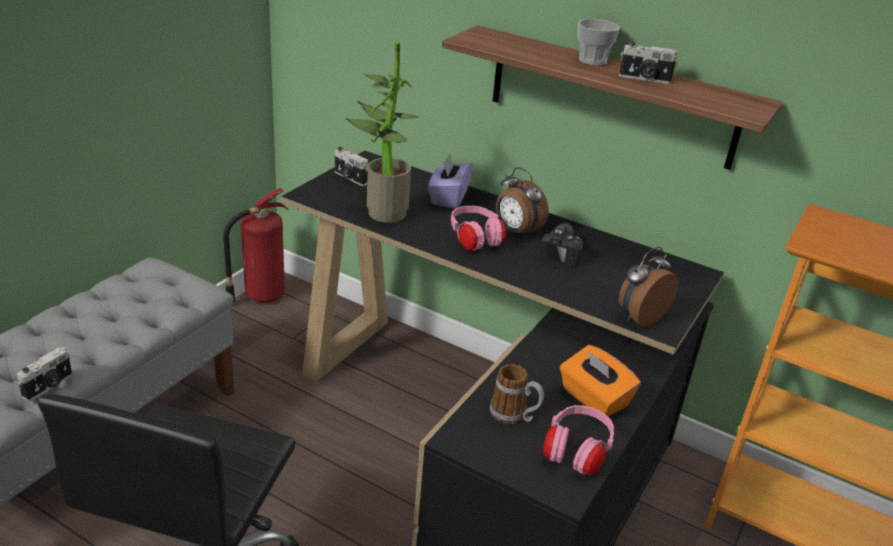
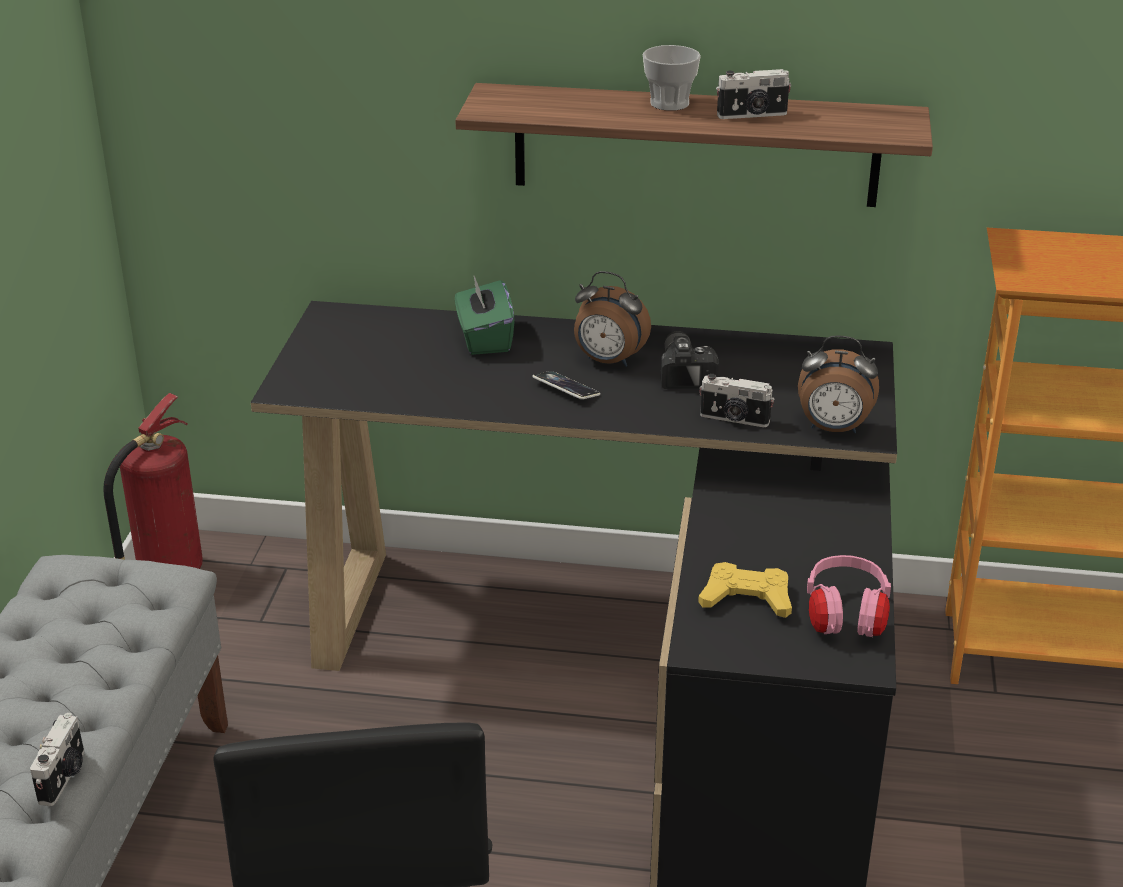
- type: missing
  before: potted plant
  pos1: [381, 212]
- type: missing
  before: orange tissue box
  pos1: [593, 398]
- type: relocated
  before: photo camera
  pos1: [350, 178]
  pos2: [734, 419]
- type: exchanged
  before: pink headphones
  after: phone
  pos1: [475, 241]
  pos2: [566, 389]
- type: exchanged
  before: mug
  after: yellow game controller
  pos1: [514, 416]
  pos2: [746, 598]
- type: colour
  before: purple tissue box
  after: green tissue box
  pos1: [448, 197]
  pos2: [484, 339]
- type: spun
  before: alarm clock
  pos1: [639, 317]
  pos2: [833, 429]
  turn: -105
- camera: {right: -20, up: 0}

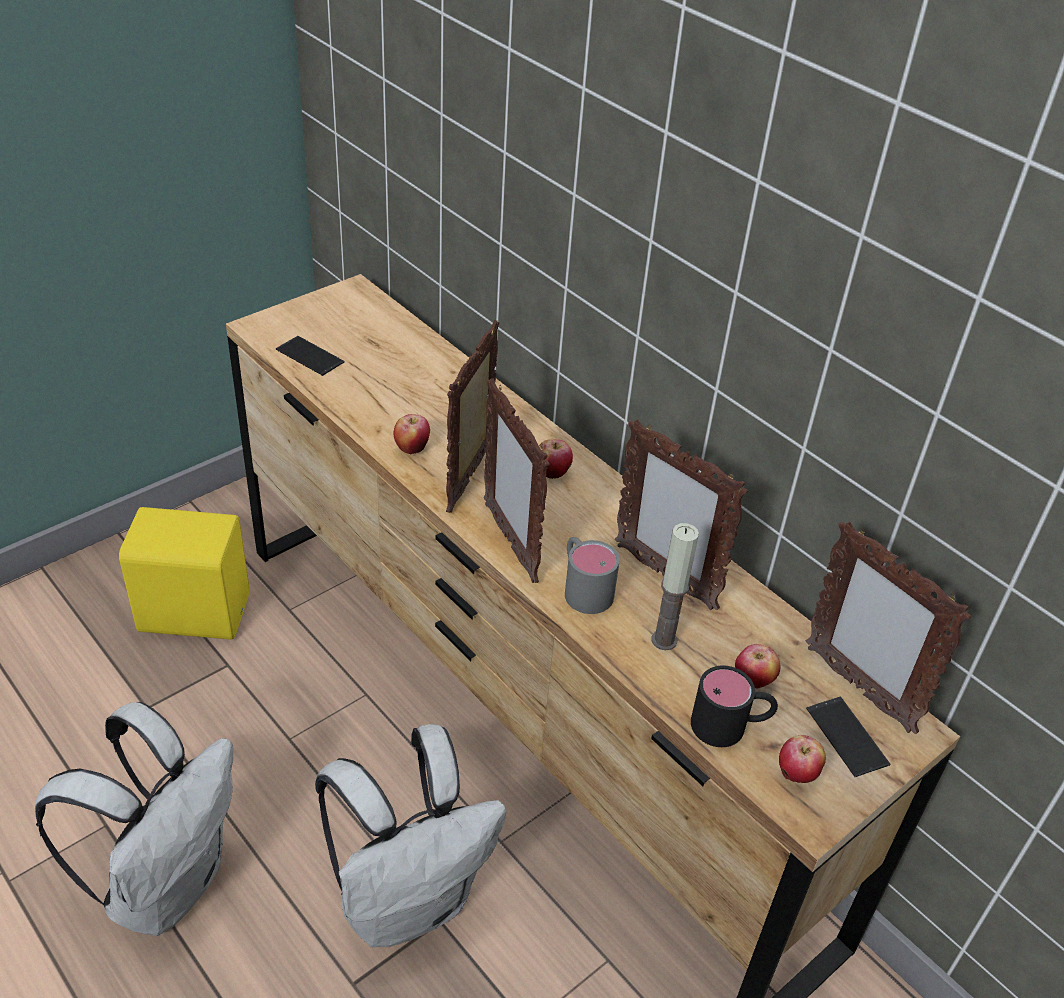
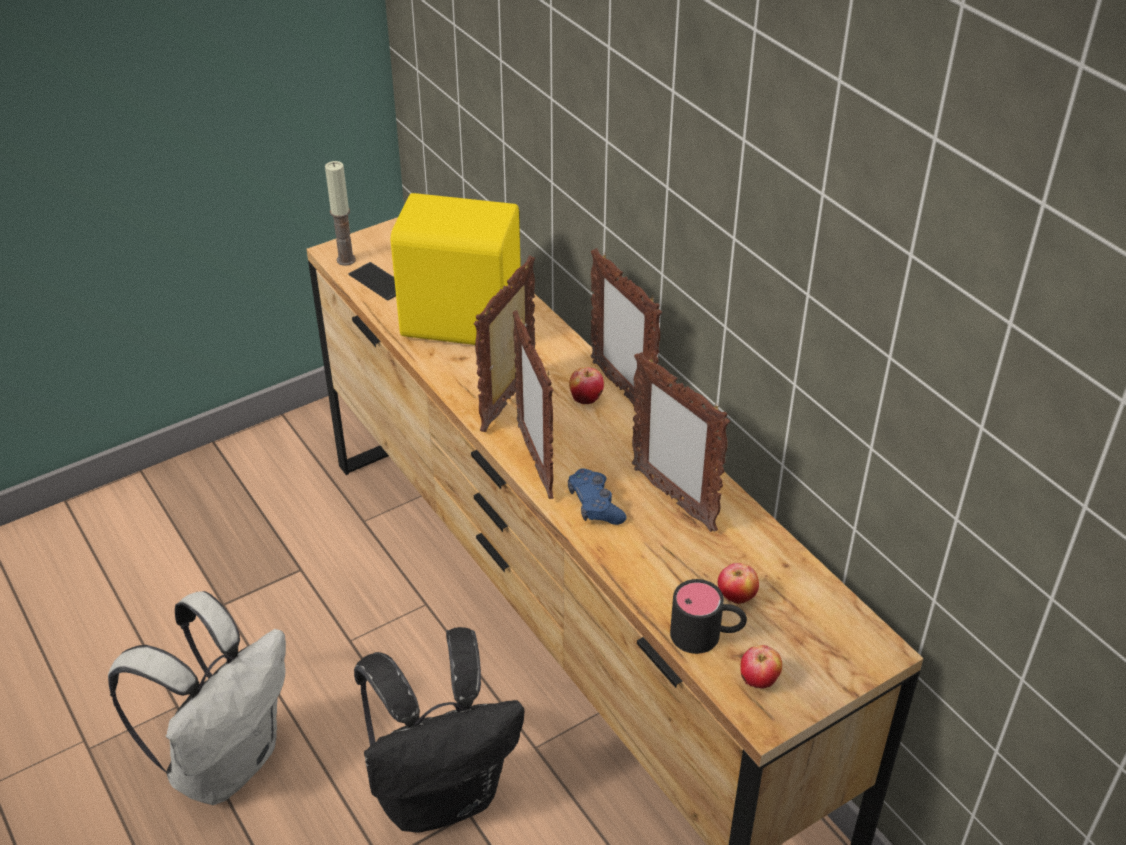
- type: missing
  before: apple
  pos1: [412, 448]
- type: missing
  before: phone
  pos1: [847, 736]
- type: relocated
  before: yellow speaker
  pos1: [193, 611]
  pos2: [460, 321]
- type: relocated
  before: candle
  pos1: [664, 640]
  pos2: [346, 260]
- type: relocated
  before: picture frame
  pos1: [857, 688]
  pos2: [621, 390]
- type: exchanged
  before: grey mug
  after: blue game controller
  pos1: [583, 587]
  pos2: [595, 505]
- type: colour
  before: white backpack
  after: black backpack
  pos1: [408, 901]
  pos2: [442, 794]
- camera: {right: 10, up: 0}

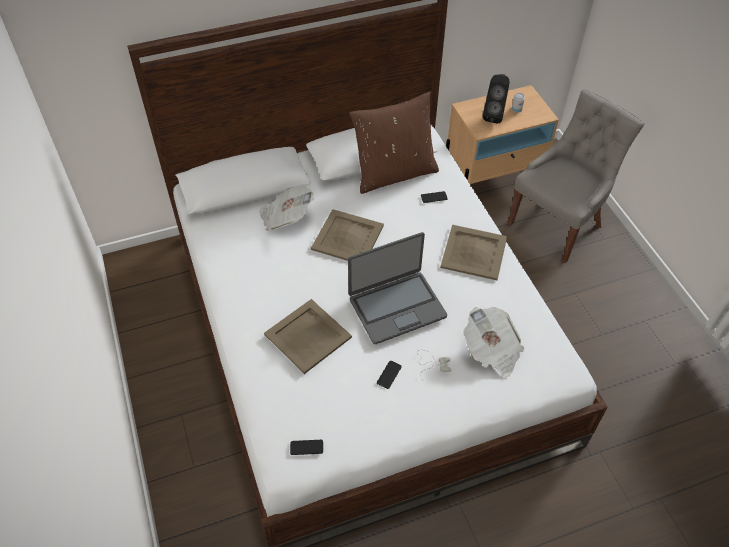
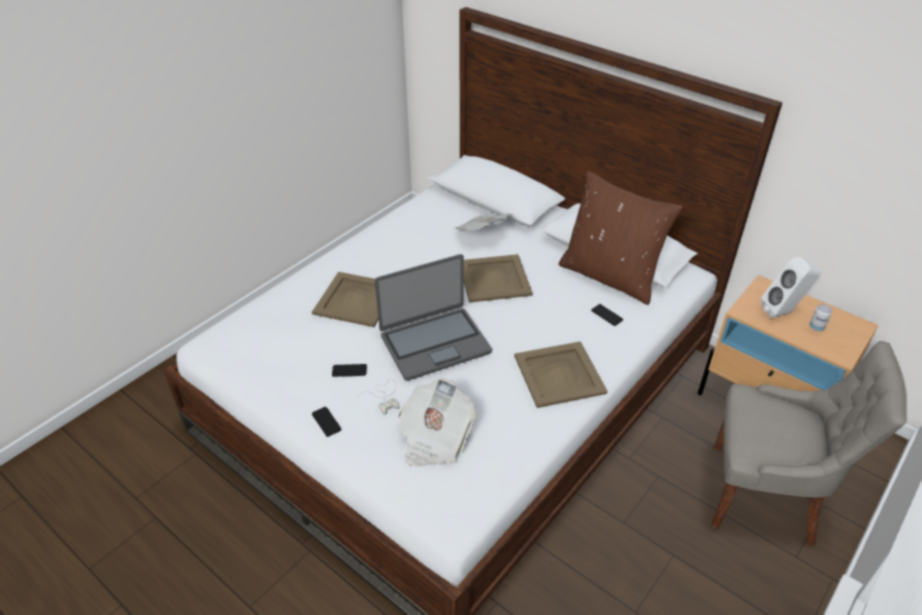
- type: relocated
  before: phone
  pos1: [306, 447]
  pos2: [326, 422]
- type: colour
  before: black speaker
  after: white speaker
  pos1: [494, 115]
  pos2: [783, 312]
- type: spun
  before: laptop
  pos1: [396, 307]
  pos2: [434, 343]
  turn: -60
- camera: {right: 60, up: -10}

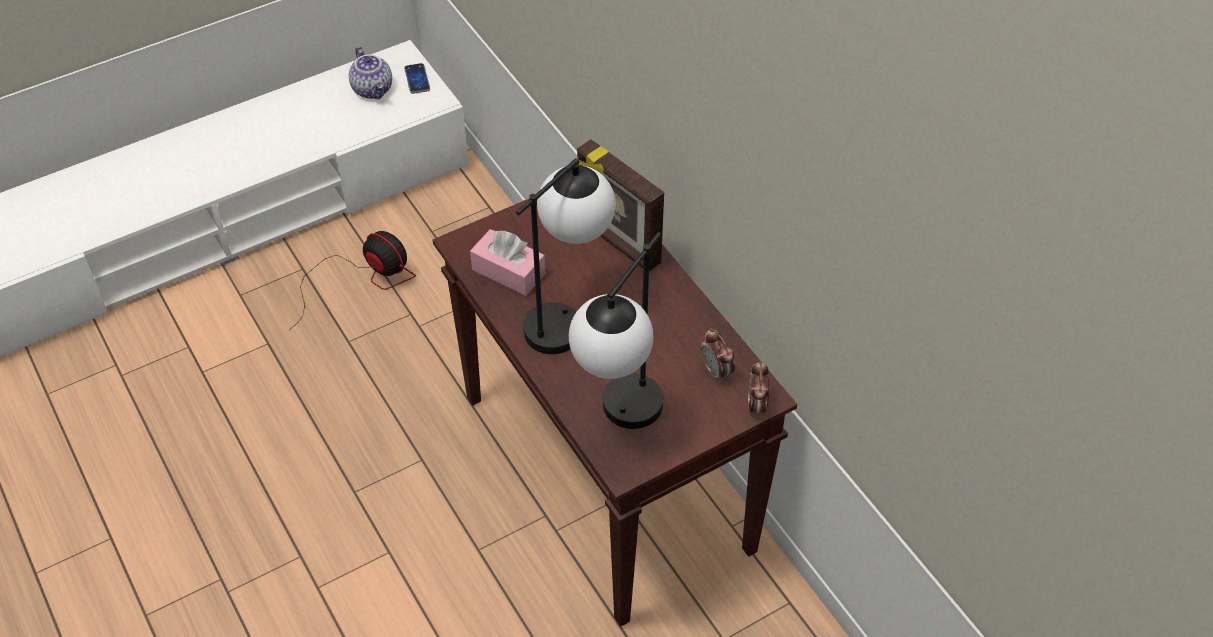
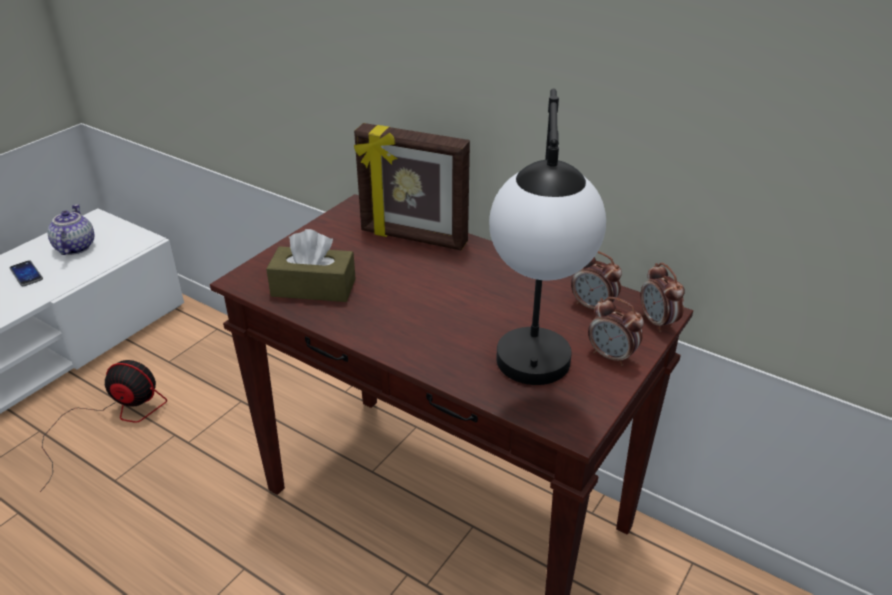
- type: missing
  before: table lamp
  pos1: [567, 316]
- type: appeared
  after: alarm clock
  pos2: [611, 356]
- type: relocated
  before: phone
  pos1: [417, 79]
  pos2: [26, 274]
- type: colour
  before: pink tissue box
  after: brown tissue box
  pos1: [508, 272]
  pos2: [313, 287]
- type: spun
  before: teapot
  pos1: [373, 89]
  pos2: [74, 247]
  turn: -135
- camera: {right: -25, up: -15}

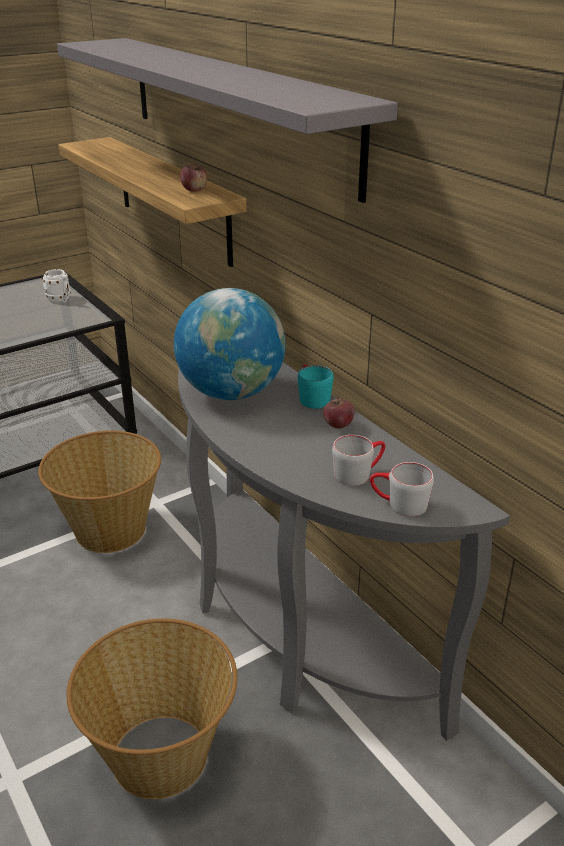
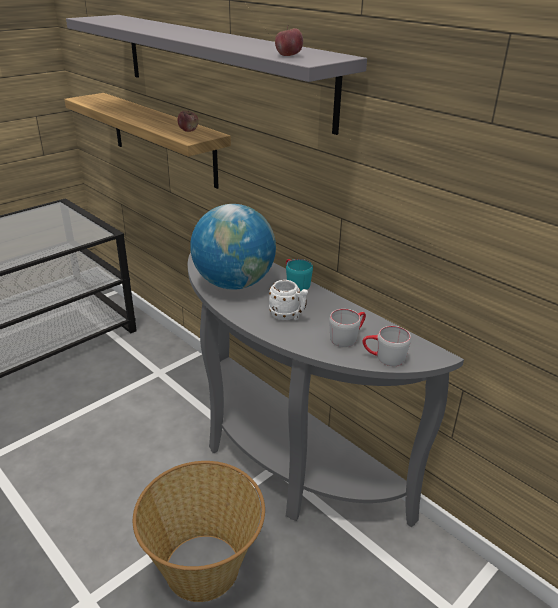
- type: missing
  before: basket
  pos1: [110, 529]
- type: relocated
  before: white mug
  pos1: [61, 300]
  pos2: [288, 316]
- type: relocated
  before: apple
  pos1: [338, 425]
  pos2: [288, 56]
- camera: {right: -10, up: 0}

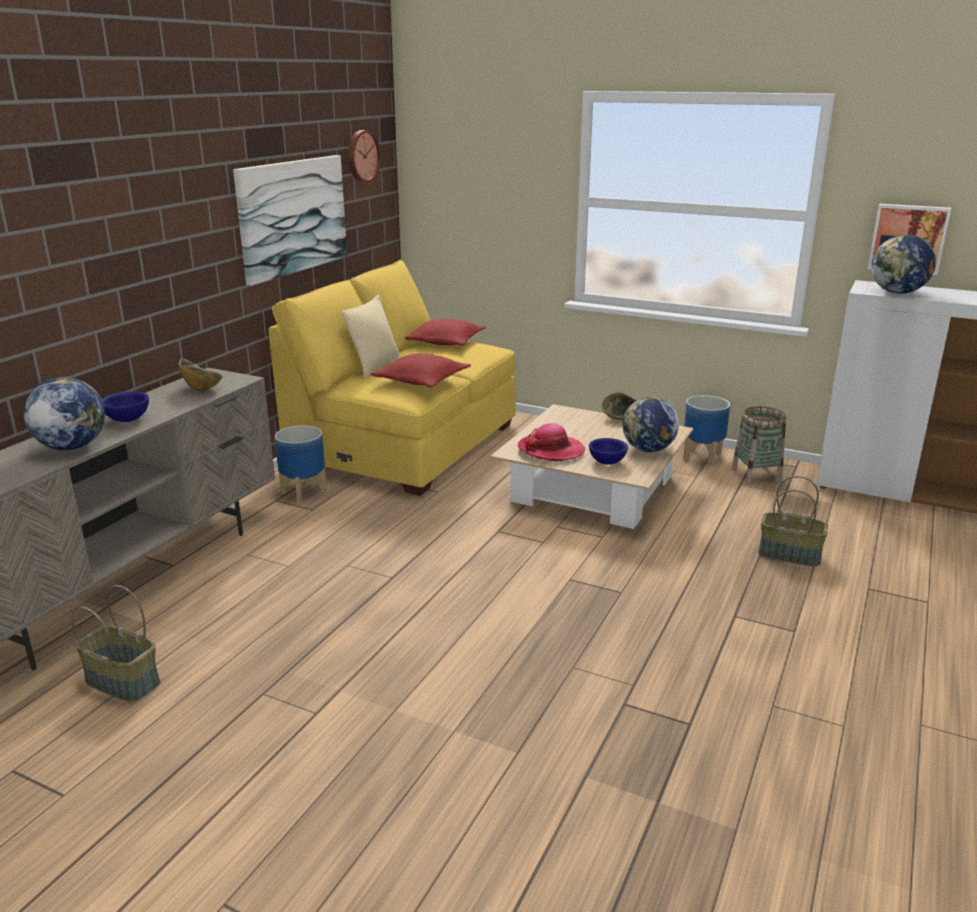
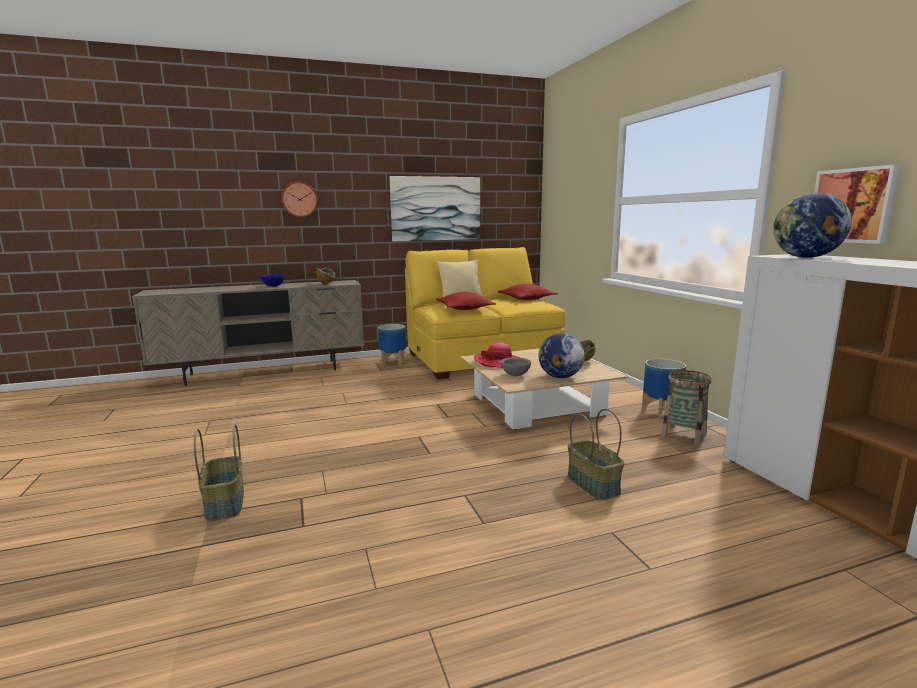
- type: missing
  before: globe
  pos1: [71, 447]
- type: relocated
  before: basket
  pos1: [124, 681]
  pos2: [226, 503]
- type: relocated
  before: wall clock
  pos1: [361, 156]
  pos2: [299, 199]
- type: colour
  before: blue bowl
  after: grey bowl
  pos1: [607, 462]
  pos2: [516, 375]
- camera: {right: 45, up: -10}

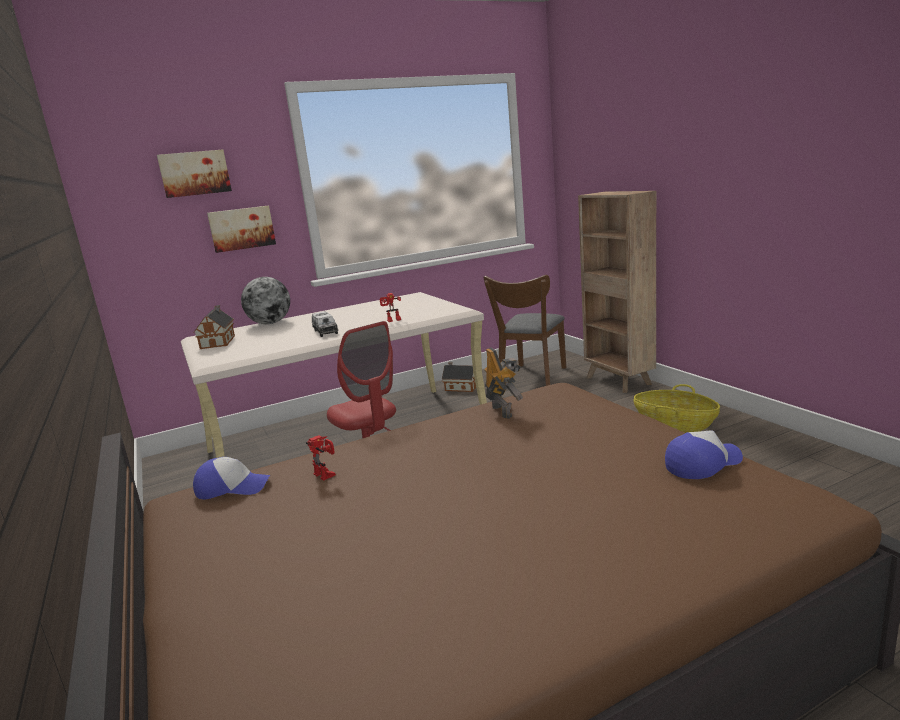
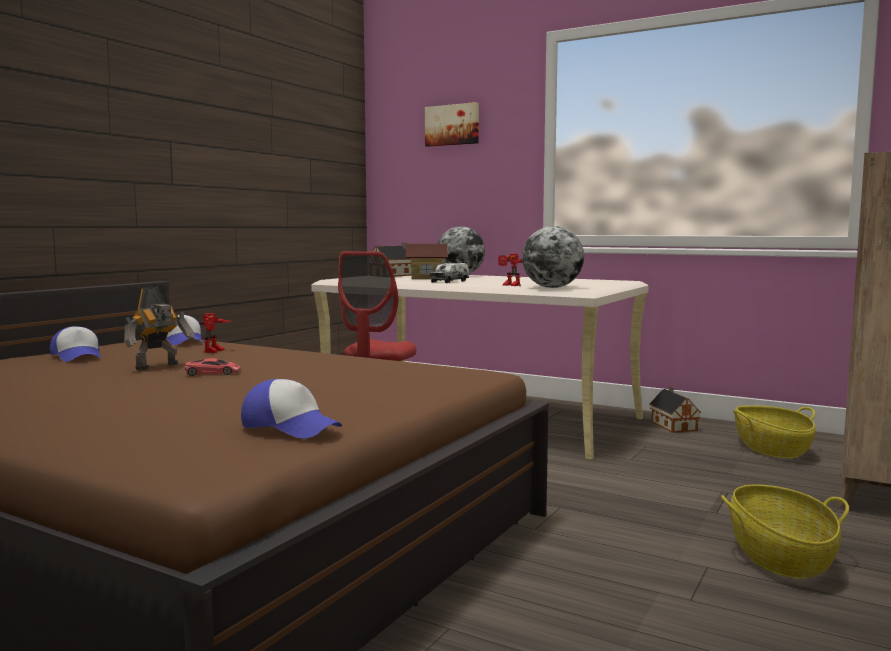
- type: missing
  before: picture
  pos1: [241, 228]
- type: appeared
  after: cap
  pos2: [78, 356]
- type: appeared
  after: red toy car
  pos2: [213, 373]
- type: appeared
  after: toy house
  pos2: [426, 278]
- type: appeared
  after: globe
  pos2: [552, 287]
- type: relocated
  before: toy robot
  pos1: [503, 411]
  pos2: [159, 366]
- type: exchanged
  before: brown chair
  after: basket
  pos1: [531, 378]
  pos2: [772, 449]
- camera: {right: 55, up: -10}

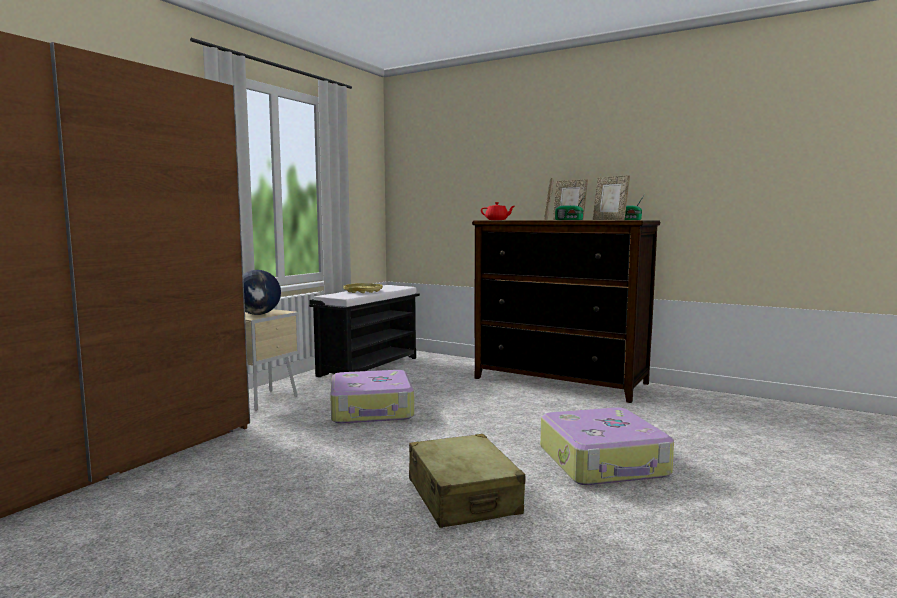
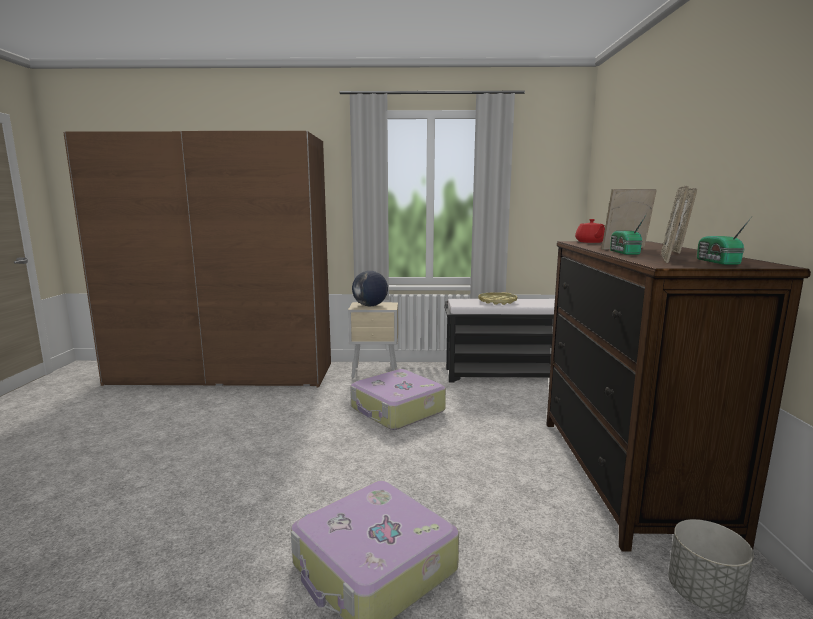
- type: missing
  before: beige suitcase
  pos1: [463, 497]
- type: appeared
  after: grey planter
  pos2: [704, 595]
- camera: {right: 60, up: 5}

